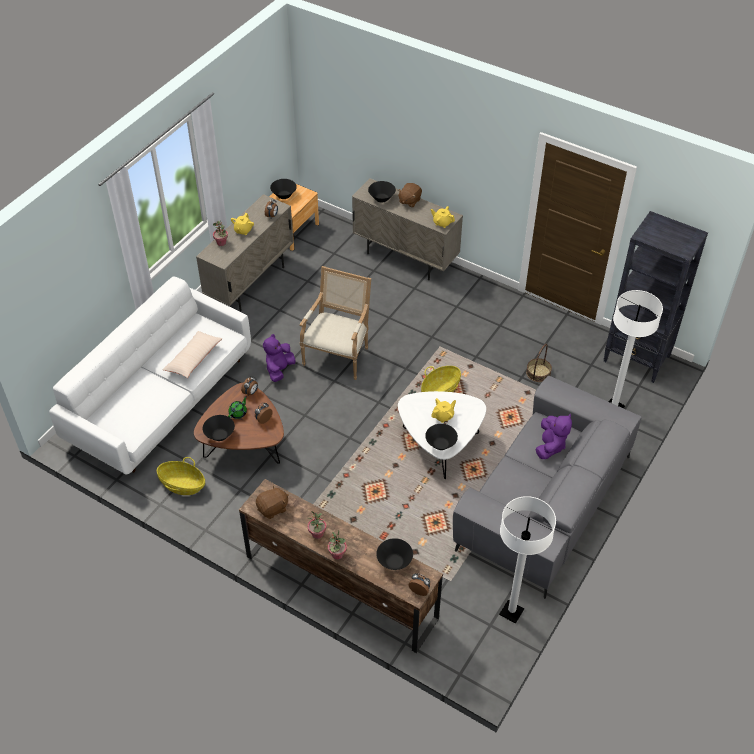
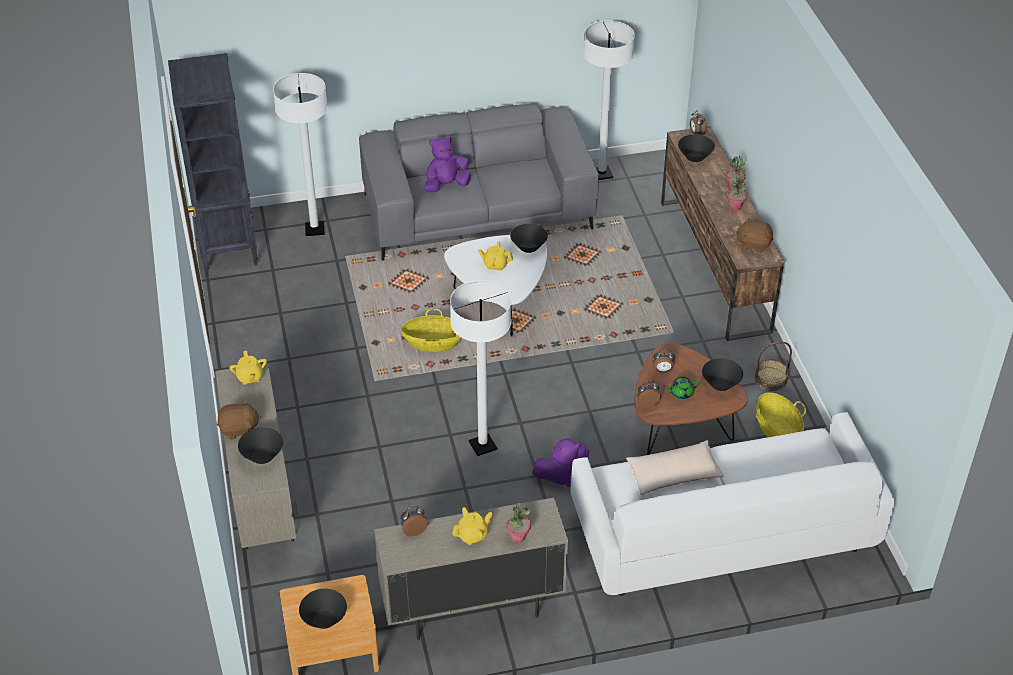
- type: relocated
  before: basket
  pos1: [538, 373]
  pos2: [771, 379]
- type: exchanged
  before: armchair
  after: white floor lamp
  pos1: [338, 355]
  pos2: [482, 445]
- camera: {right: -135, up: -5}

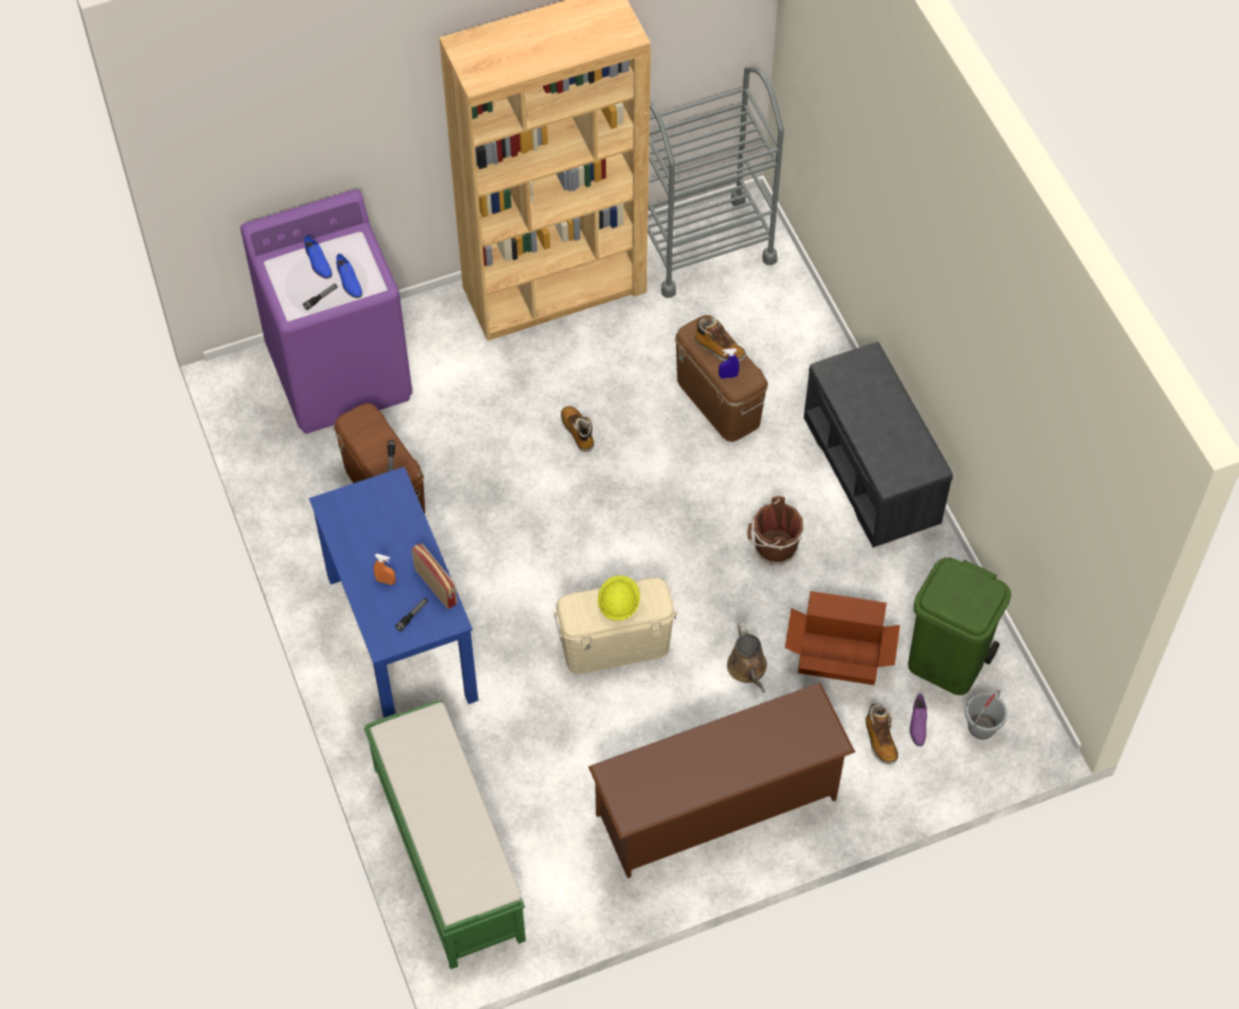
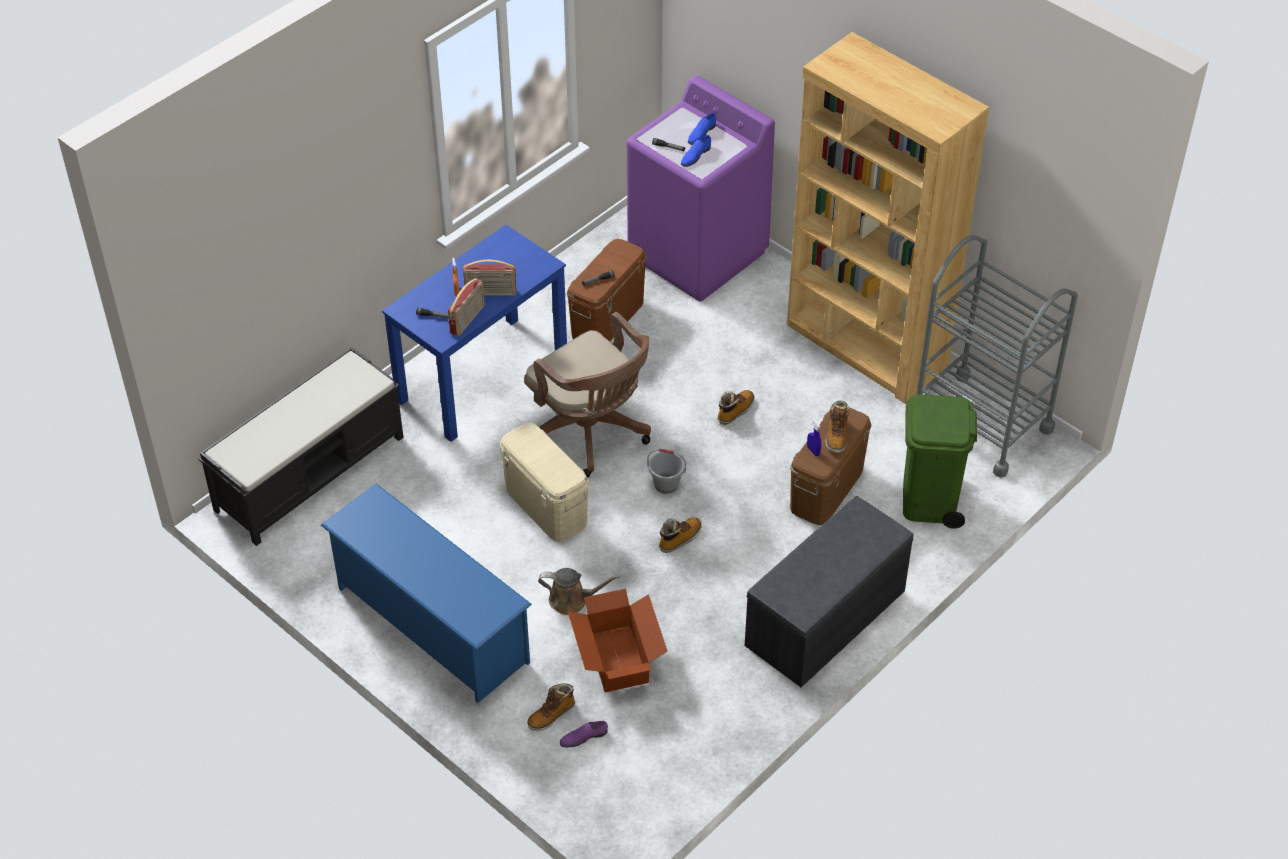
- type: missing
  before: yellow hard hat
  pos1: [618, 604]
- type: missing
  before: brown bucket
  pos1: [773, 547]
- type: appeared
  after: radio
  pos2: [490, 293]
- type: appeared
  after: brown office chair
  pos2: [591, 433]
- type: appeared
  after: boot
  pos2: [680, 539]
- type: relocated
  before: green trash can
  pos1: [947, 662]
  pos2: [929, 501]
- type: relocated
  before: grey bucket
  pos1: [981, 726]
  pos2: [666, 484]
- type: colour
  before: green bench
  after: black bench
  pos1: [447, 851]
  pos2: [311, 472]
- type: colour
  before: brown shoe rack
  after: blue shoe rack
  pos1: [717, 806]
  pos2: [431, 624]
- type: spun
  before: brown watering can
  pos1: [748, 669]
  pos2: [572, 600]
  turn: -135
- camera: {right: 65, up: -10}

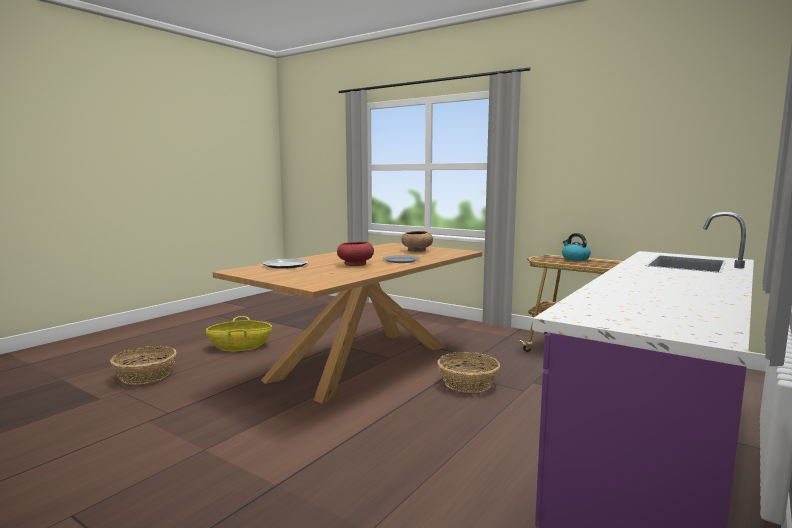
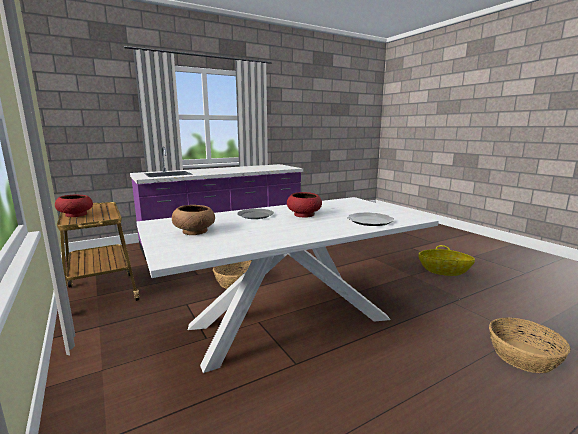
- type: relocated
  before: basket
  pos1: [240, 346]
  pos2: [444, 271]
- type: exchanged
  before: kettle
  after: red bowl
  pos1: [575, 258]
  pos2: [76, 215]
- type: colour
  before: brown dining table
  after: white dining table
  pos1: [363, 362]
  pos2: [288, 322]
- camera: {right: -155, up: 5}

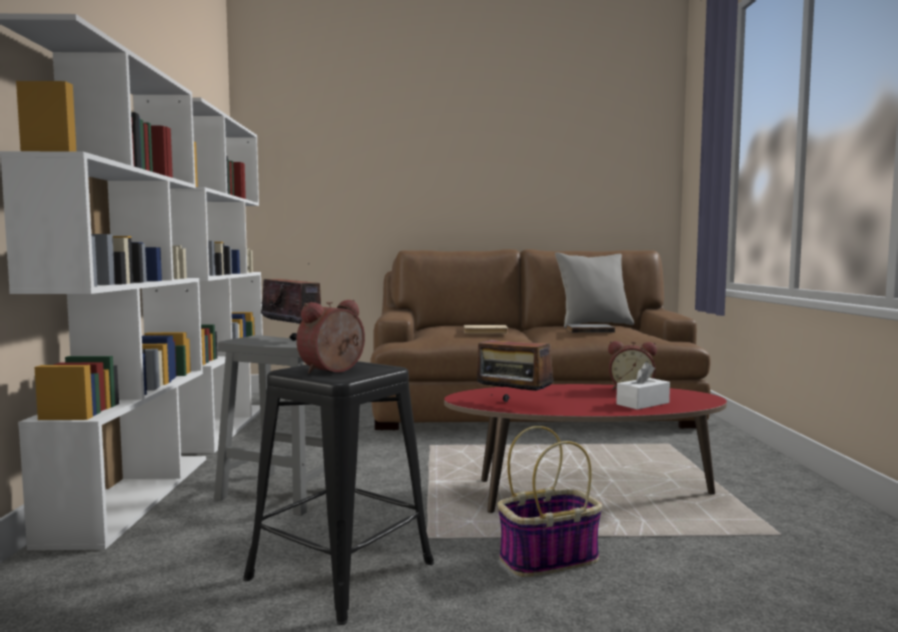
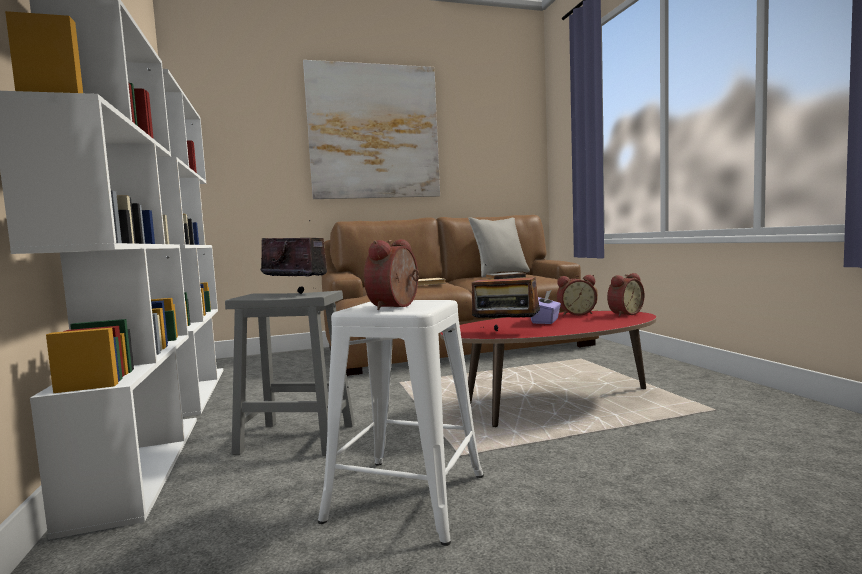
- type: missing
  before: basket
  pos1: [549, 558]
- type: missing
  before: white tissue box
  pos1: [642, 403]
- type: appeared
  after: picture
  pos2: [374, 132]
- type: appeared
  after: purple tissue box
  pos2: [545, 321]
- type: appeared
  after: alarm clock
  pos2: [623, 314]
- type: colour
  before: black stool
  after: white stool
  pos1: [341, 570]
  pos2: [407, 496]
- camera: {right: -15, up: 0}

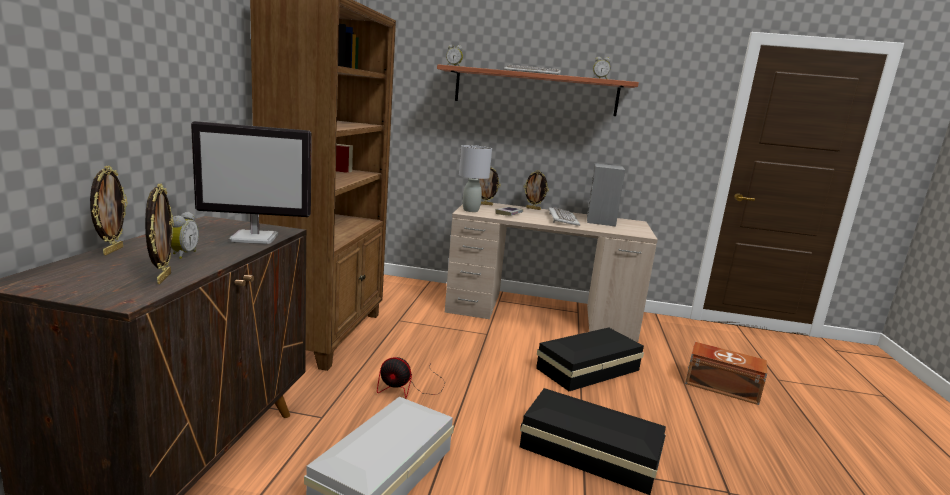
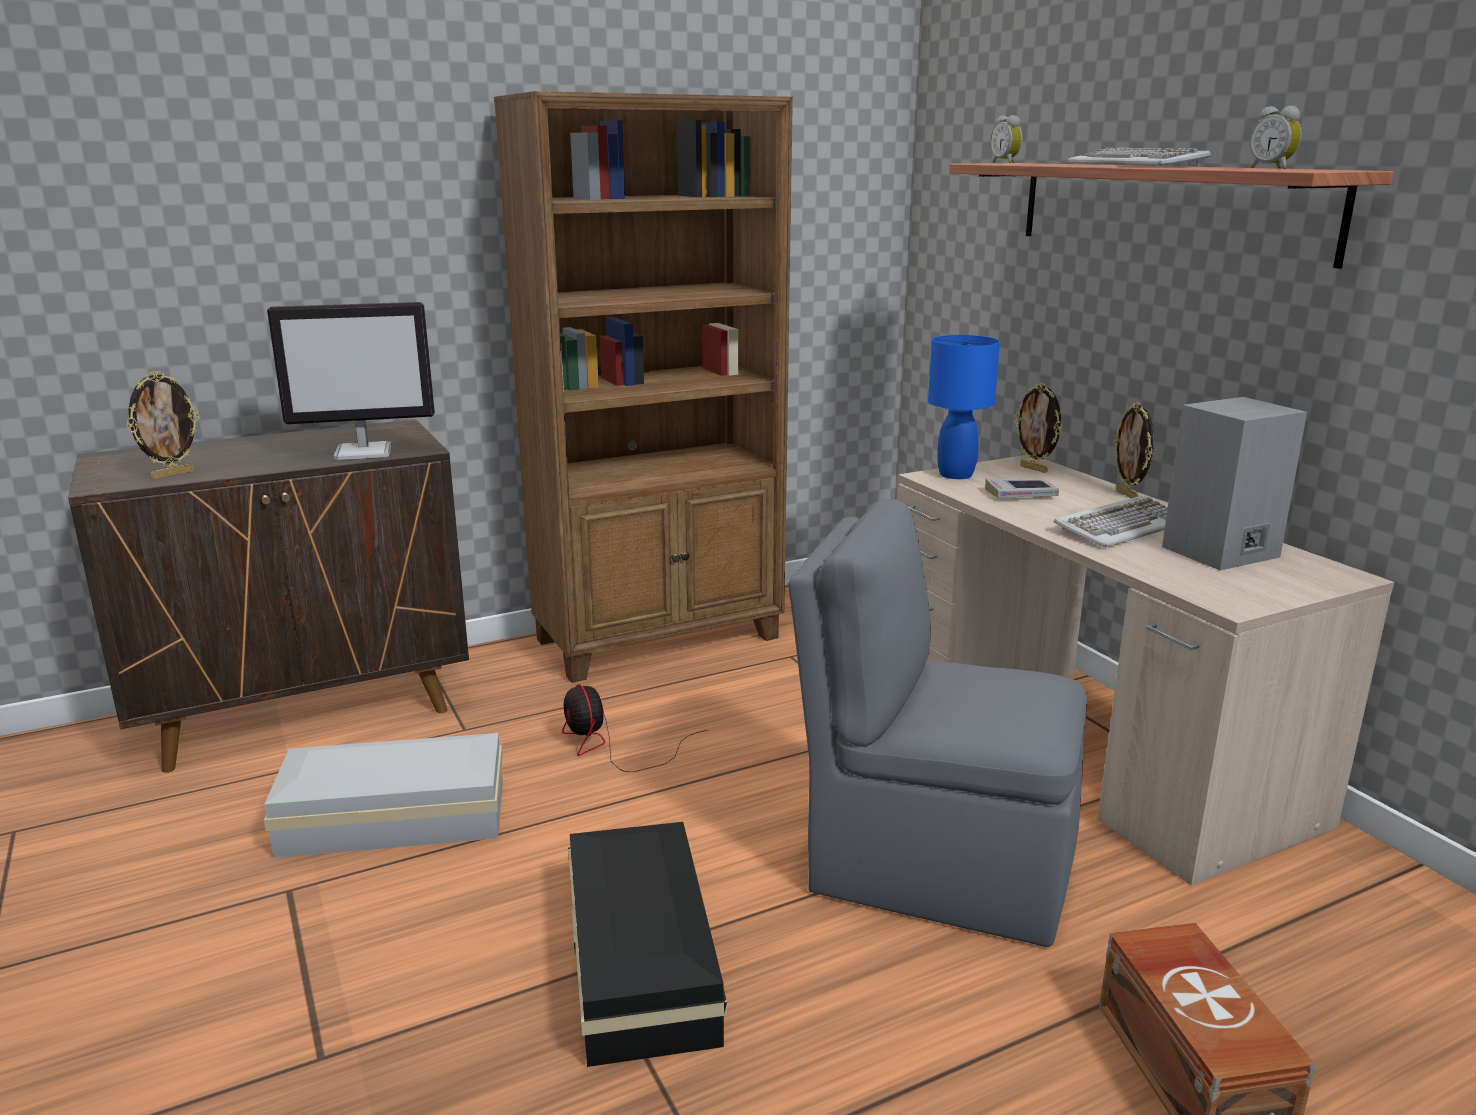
- type: missing
  before: picture frame
  pos1: [112, 250]
- type: missing
  before: alarm clock
  pos1: [182, 254]
- type: exchanged
  before: black storage box
  after: grey chair
  pos1: [586, 369]
  pos2: [934, 864]
- type: colour
  before: grey table lamp
  after: blue table lamp
  pos1: [470, 210]
  pos2: [955, 475]
- type: spun
  before: monitor
  pos1: [255, 238]
  pos2: [365, 452]
  turn: -60
- camera: {right: 55, up: 5}

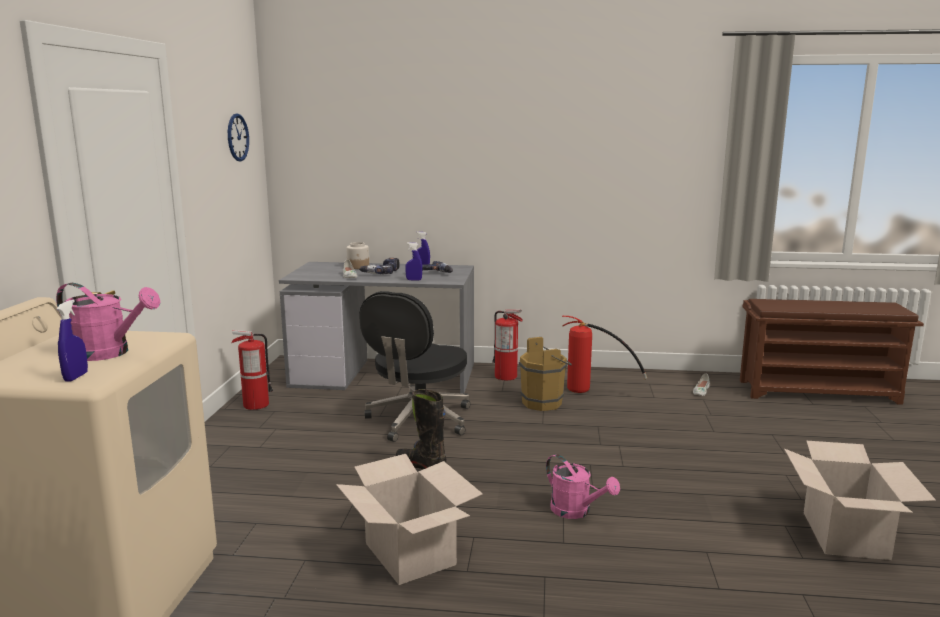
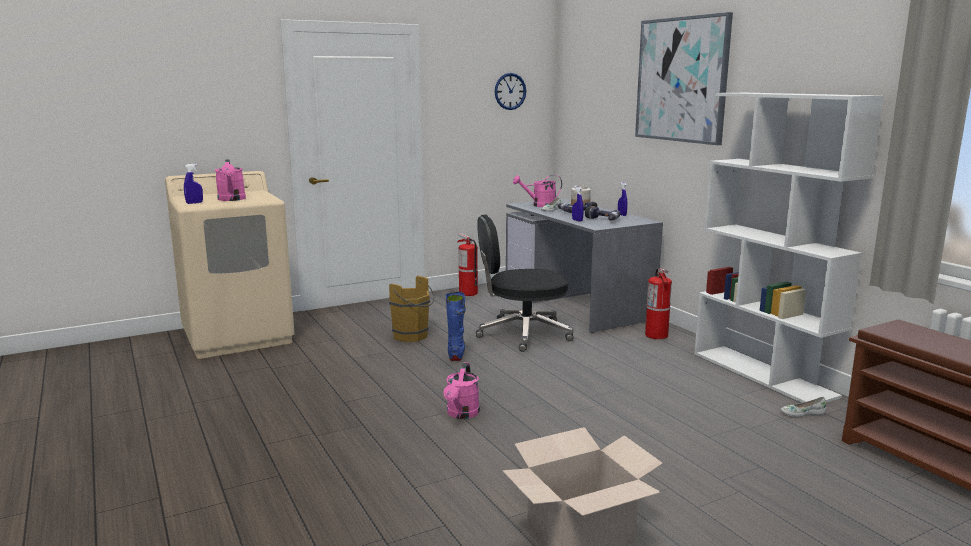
- type: missing
  before: cardboard box
  pos1: [409, 554]
- type: missing
  before: fire extinguisher
  pos1: [591, 391]
- type: appeared
  after: pink watering can
  pos2: [539, 205]
- type: appeared
  after: picture
  pos2: [681, 80]
- type: appeared
  after: white bookcase
  pos2: [763, 374]
- type: relocated
  before: brown bucket
  pos1: [545, 403]
  pos2: [412, 336]
- type: colour
  before: black boot
  after: blue boot
  pos1: [421, 466]
  pos2: [456, 354]
- camera: {right: 55, up: 0}

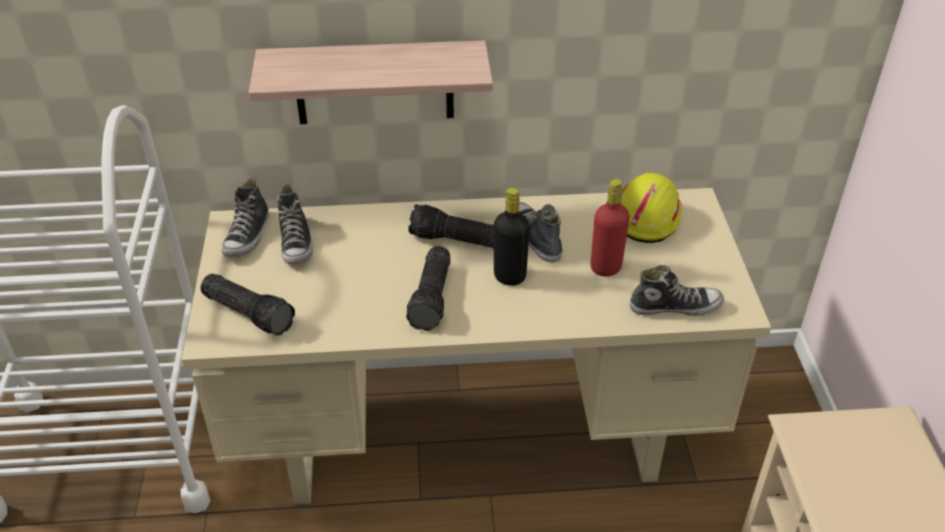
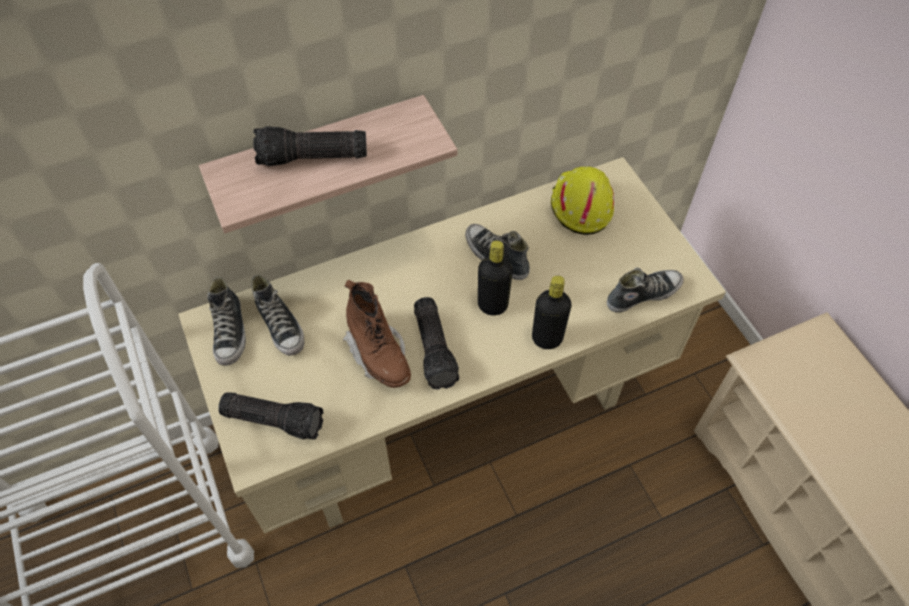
- type: missing
  before: red bottle
  pos1: [605, 267]
- type: appeared
  after: brown boot
  pos2: [378, 354]
- type: appeared
  after: black bottle
  pos2: [547, 338]
- type: relocated
  before: flashlight
  pos1: [456, 241]
  pos2: [312, 158]
- camera: {right: -20, up: 15}

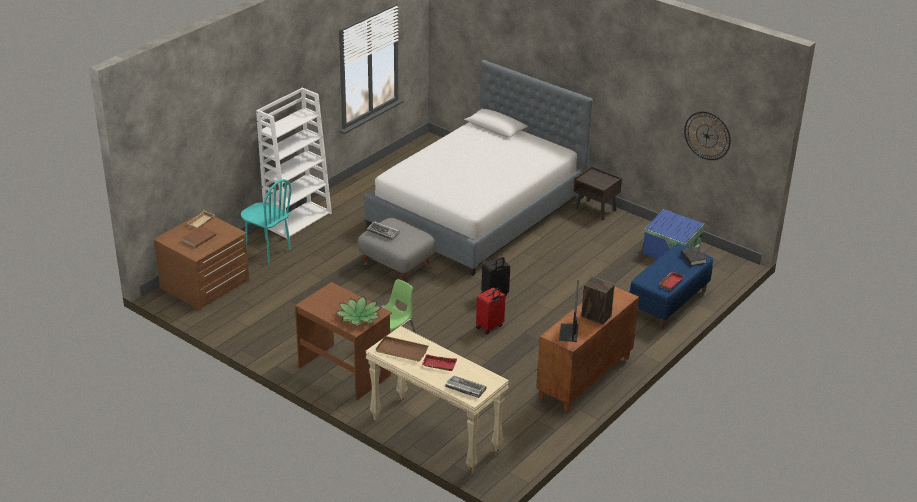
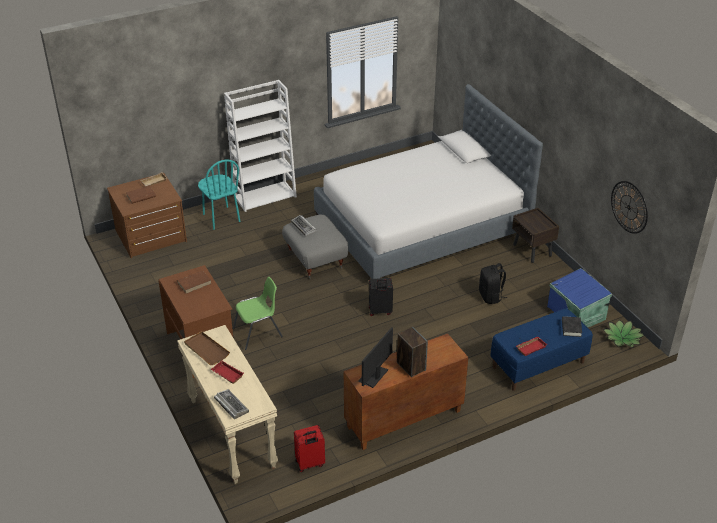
- type: appeared
  after: brown book
  pos2: [194, 283]
- type: appeared
  after: black backpack
  pos2: [491, 297]
- type: relocated
  before: potted plant
  pos1: [359, 317]
  pos2: [622, 338]
- type: relocated
  before: red suitcase
  pos1: [490, 327]
  pos2: [310, 464]
- camera: {right: 25, up: 5}

